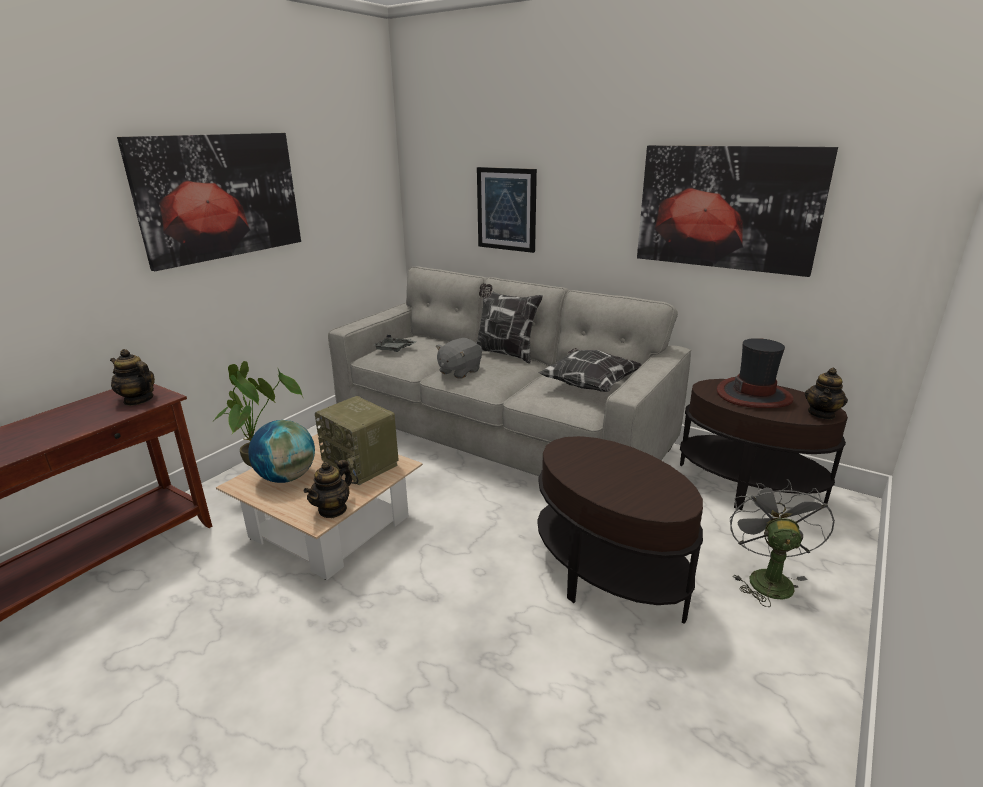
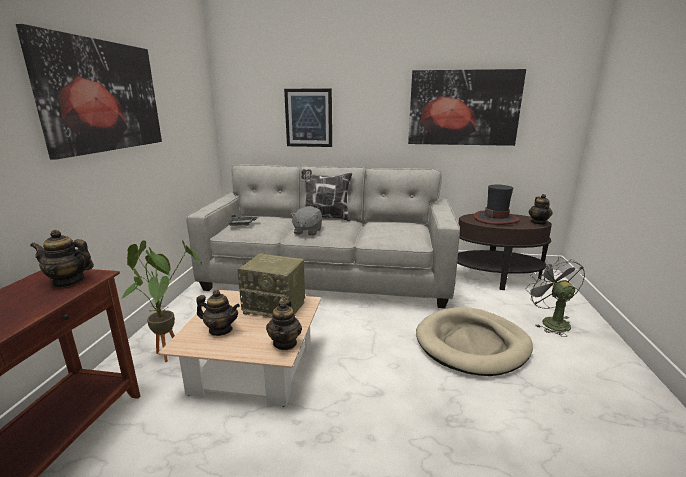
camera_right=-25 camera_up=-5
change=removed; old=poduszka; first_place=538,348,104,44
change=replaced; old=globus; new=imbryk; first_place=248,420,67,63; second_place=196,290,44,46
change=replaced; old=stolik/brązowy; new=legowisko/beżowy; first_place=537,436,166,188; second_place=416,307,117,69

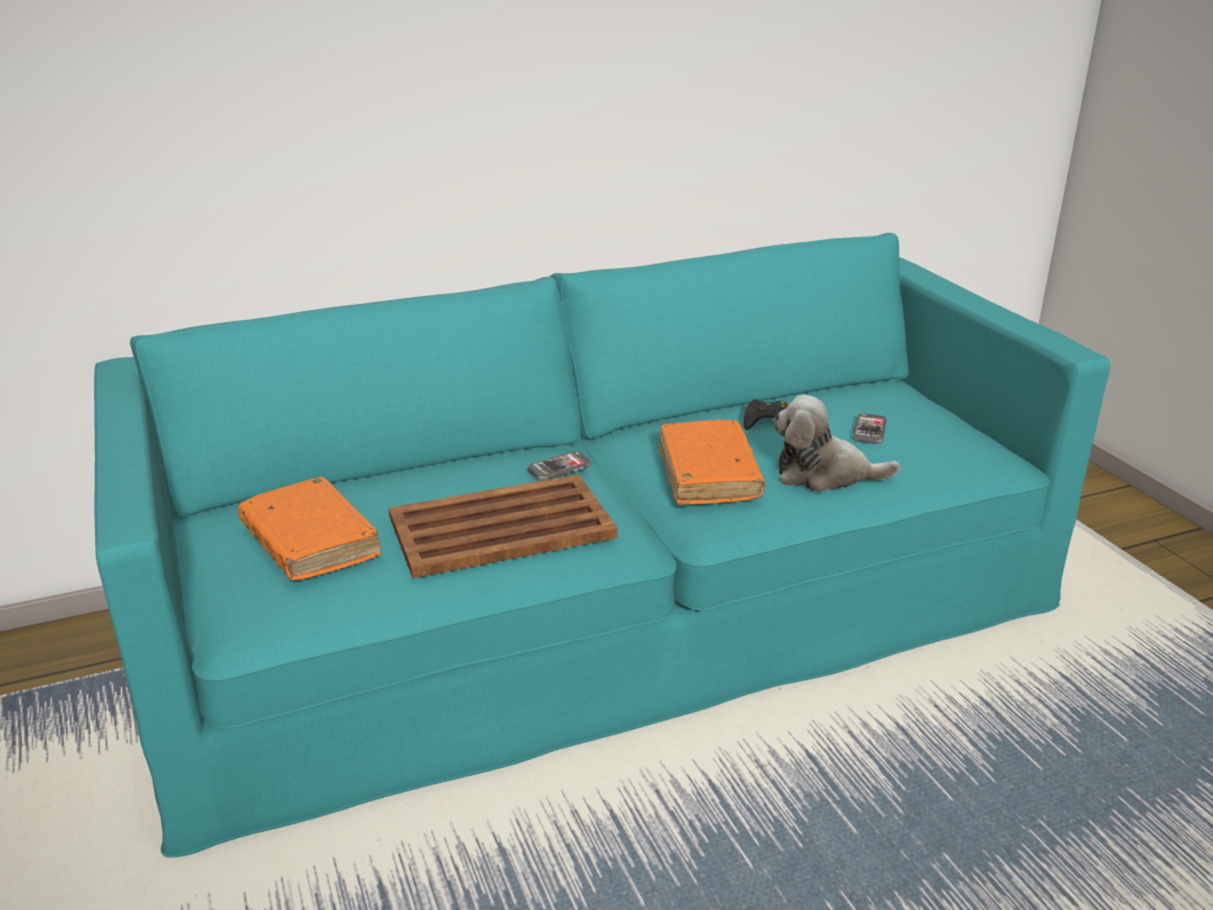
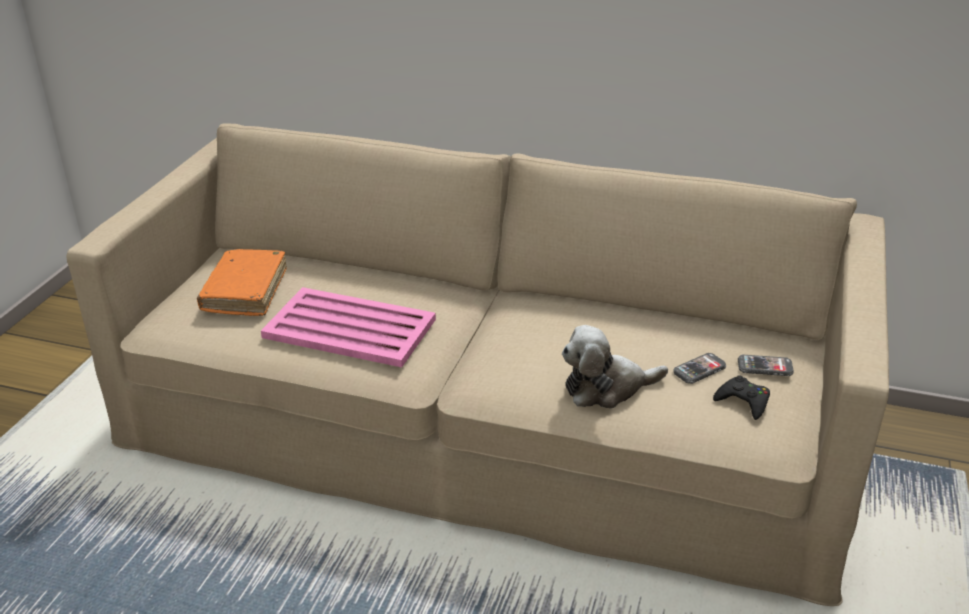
camera_right=40 camera_up=5
change=recoloured; old=kanapa/turkusowy; new=kanapa/beżowy; first_place=94,233,1016,624; second_place=67,123,822,483
change=turned; old=pluszak; first_place=773,395,127,97; second_place=562,325,106,84; degrees=-60
change=moved; old=pad do gier/czarny; first_place=743,399,46,31; second_place=713,375,57,45
change=removed; old=książka/pomarańczowy; first_place=659,420,106,85
change=moved; old=telefon; first_place=528,451,63,30; second_place=738,355,56,21
change=recoloured; old=taca/brązowy; new=taca/różowy; first_place=389,474,229,104; second_place=261,287,175,80

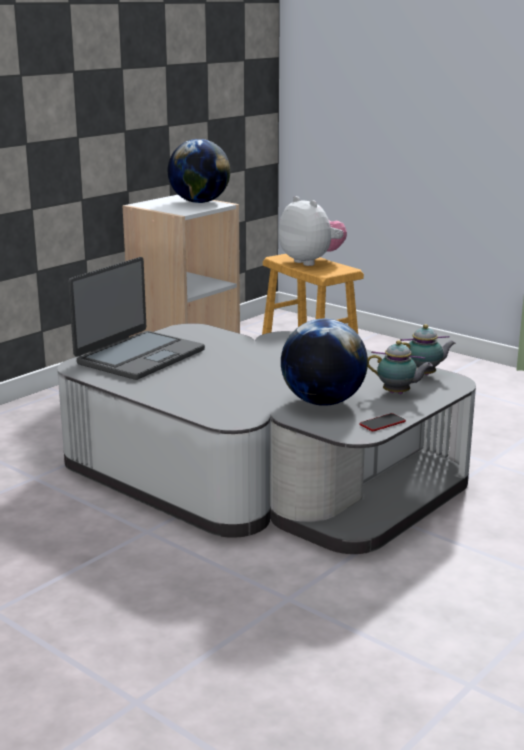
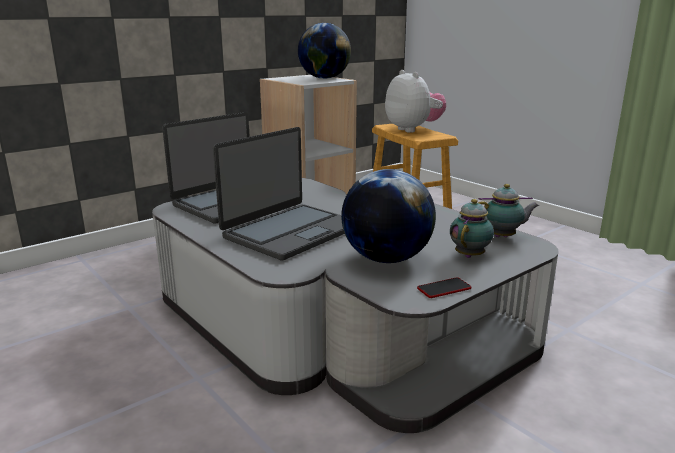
camera_right=10 camera_up=0
change=turned; old=imbryk; first_place=368,340,65,54; second_place=450,199,44,59; degrees=-90
change=added; new=laptop; second_place=213,127,132,134

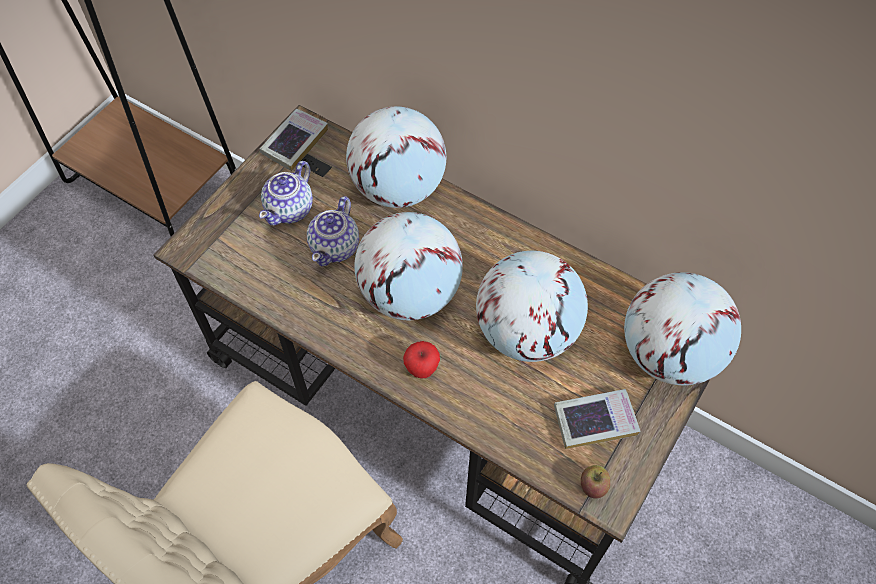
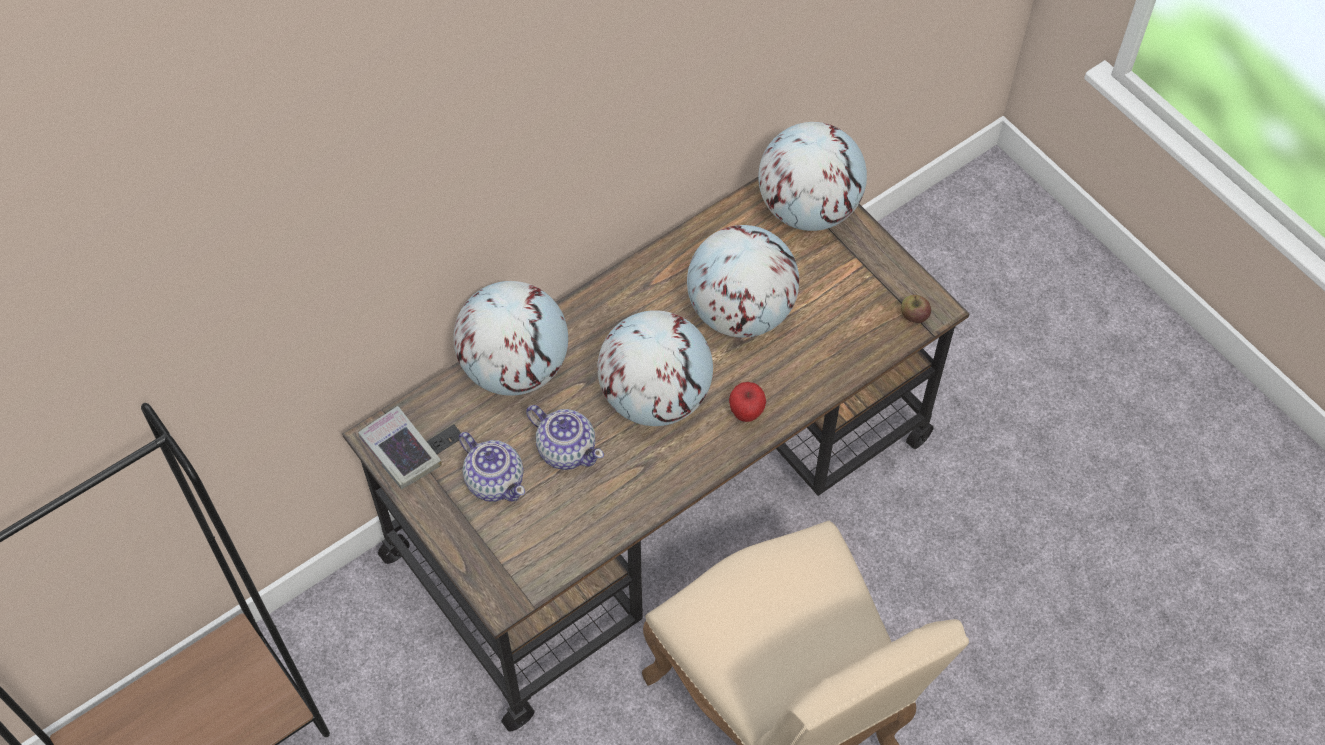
camera_right=-70 camera_up=0
change=removed; old=książka; first_place=554,389,86,60

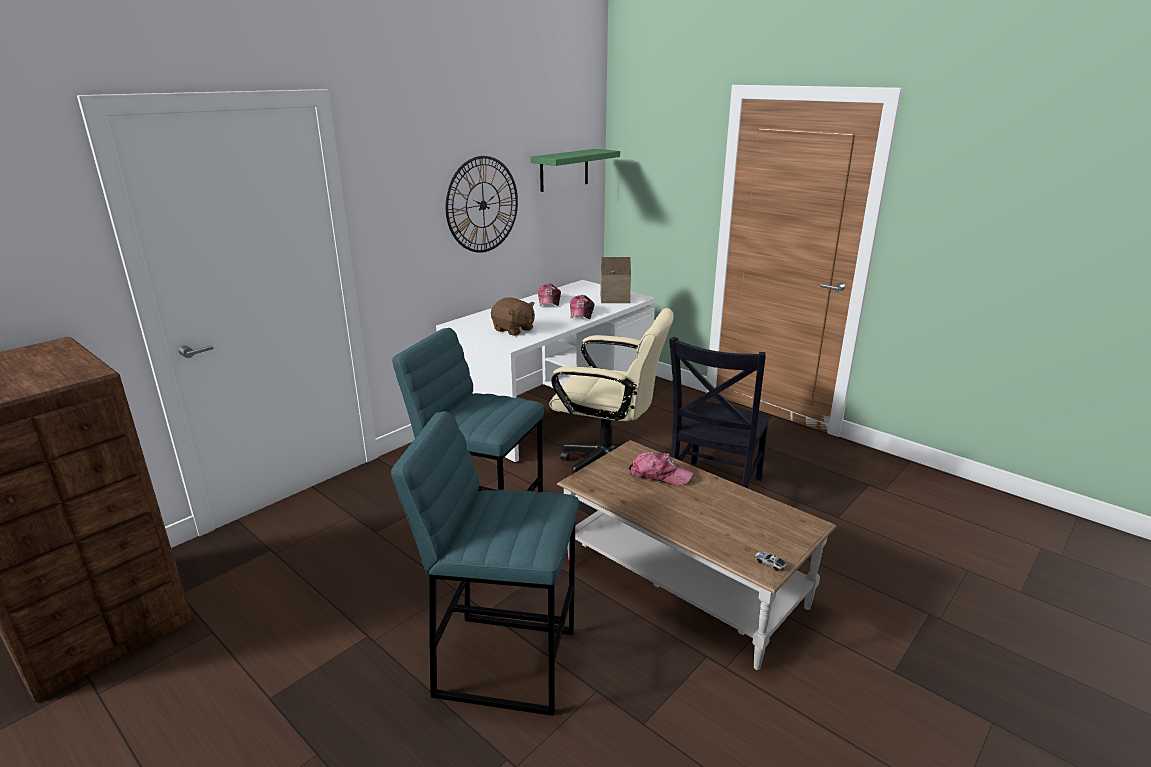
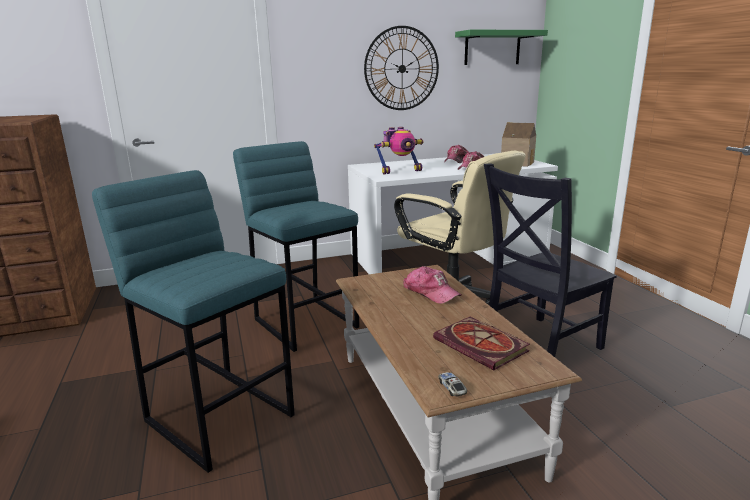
camera_right=30 camera_up=-5
change=replaced; old=pluszak/brązowy; new=robot zabawkowy; first_place=491,297,44,39; second_place=374,127,50,47
change=added; new=książka; second_place=433,317,97,53

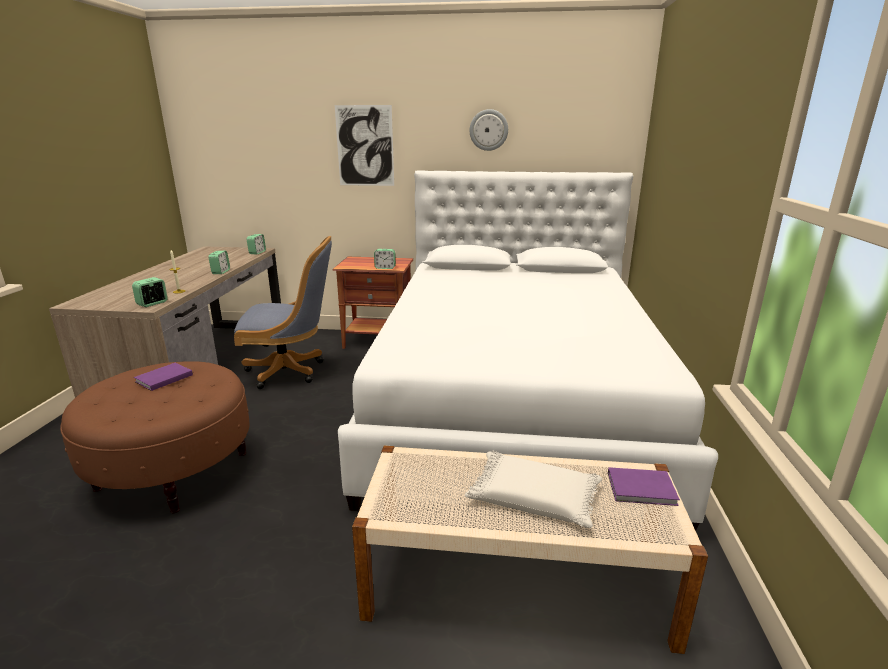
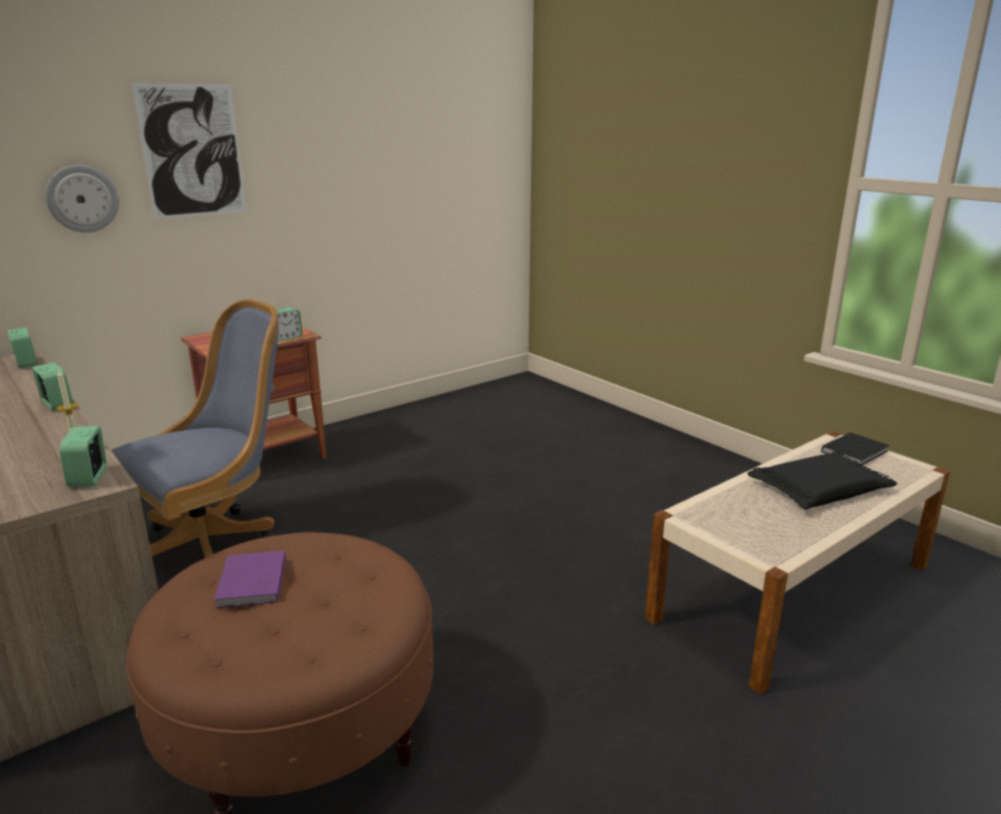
camera_right=-45 camera_up=0
change=moved; old=zegar ścienny; first_place=470,109,38,42; second_place=45,165,74,68
change=removed; old=łóżko/biały; first_place=338,171,380,360
change=recoloured; old=poduszka/biały; new=poduszka/czarny; first_place=464,450,138,78; second_place=747,451,150,58
change=recoloured; old=książka/fioletowy; new=książka/czarny; first_place=608,467,72,39; second_place=821,432,68,33

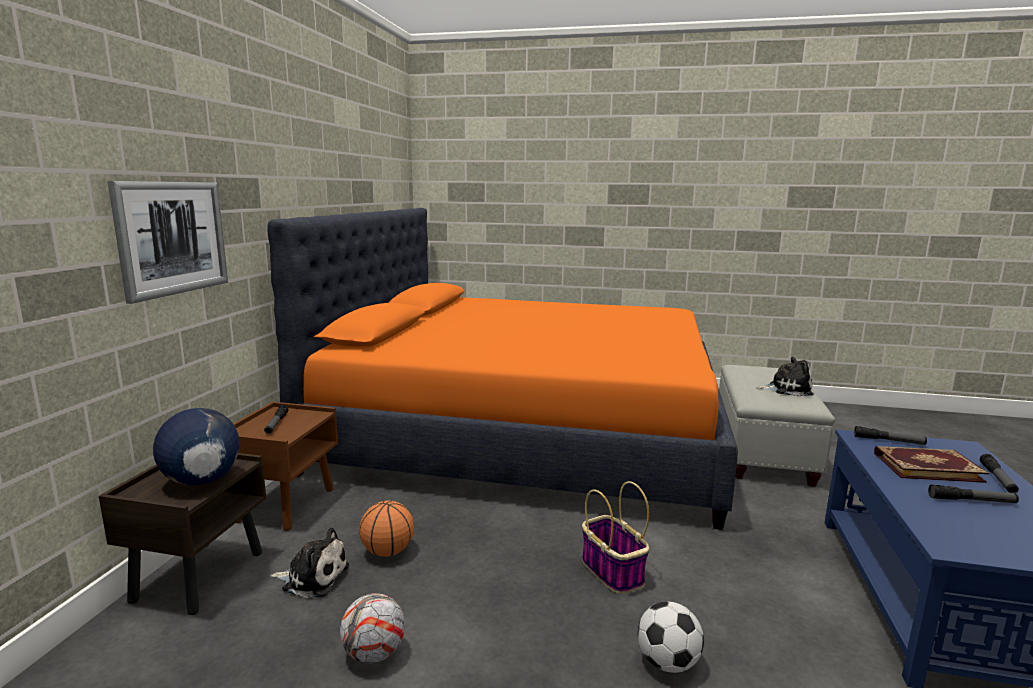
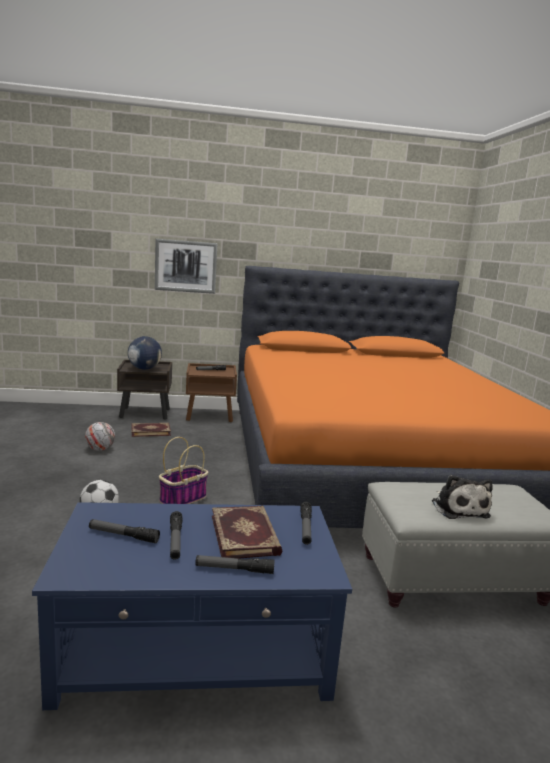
camera_right=70 camera_up=0
change=removed; old=piłka do koszykówki; first_place=360,500,54,57
change=replaced; old=pluszak; new=książka; first_place=270,528,79,70; second_place=131,423,40,14
change=added; new=latarka; second_place=89,519,71,24

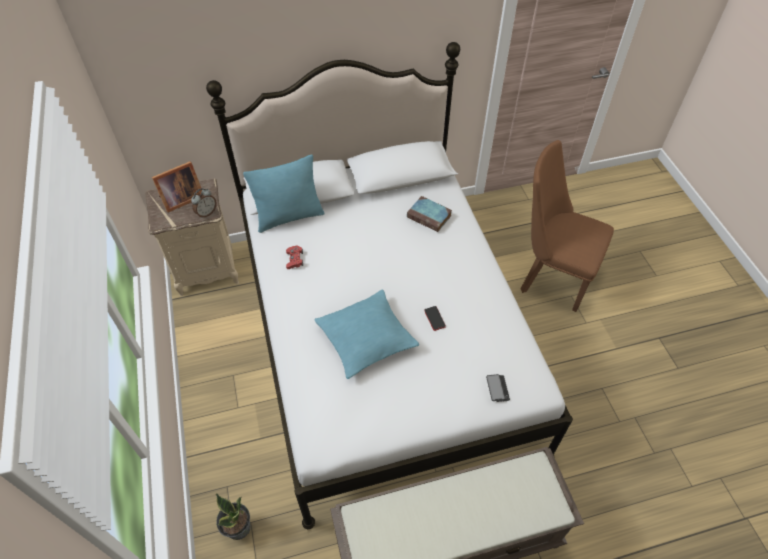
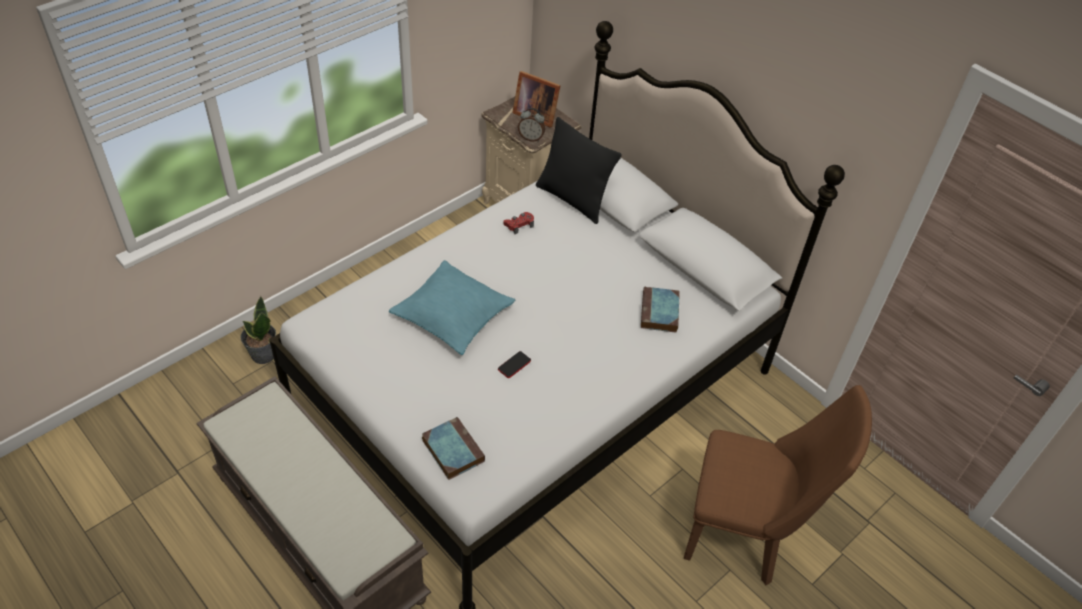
camera_right=60 camera_up=-5
change=turned; old=krzesło/brązowy; first_place=521,140,93,172; second_place=684,385,188,200; degrees=105
change=recoloured; old=poduszka/turkusowy; new=poduszka/czarny; first_place=243,155,82,78; second_place=536,117,86,107
change=replaced; old=telefon; new=książka; first_place=486,374,24,28; second_place=422,417,63,63

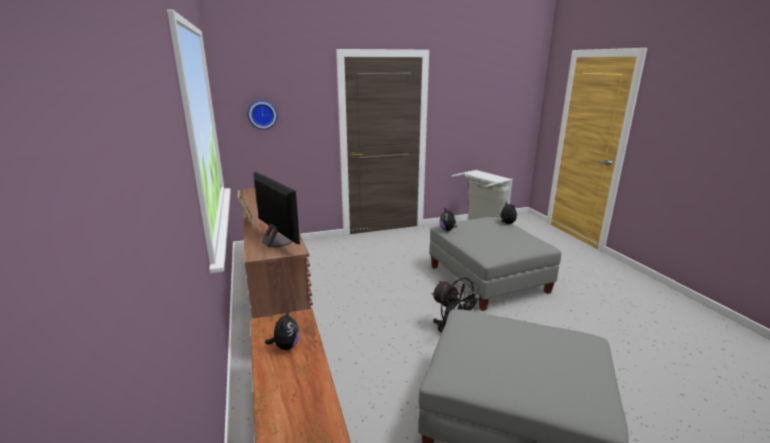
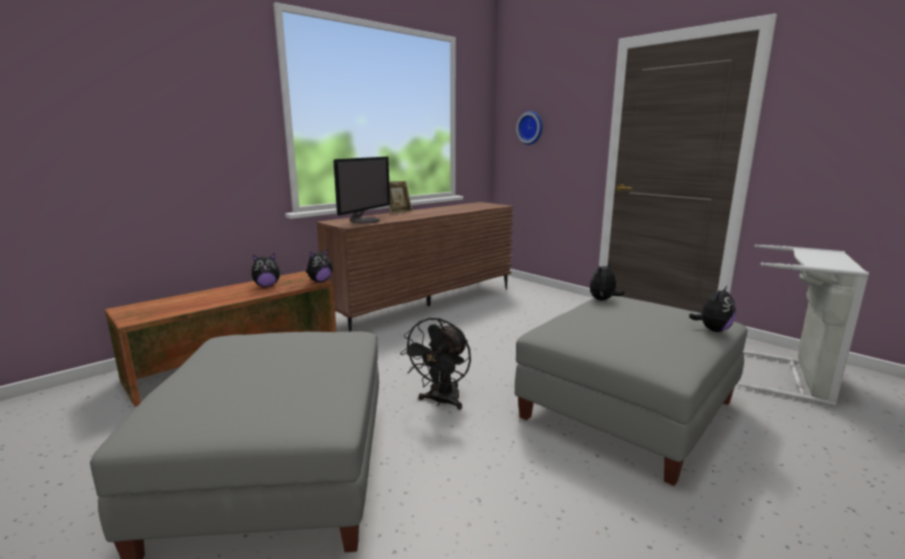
camera_right=65 camera_up=-5
change=added; new=pluszak; second_place=306,250,27,32

